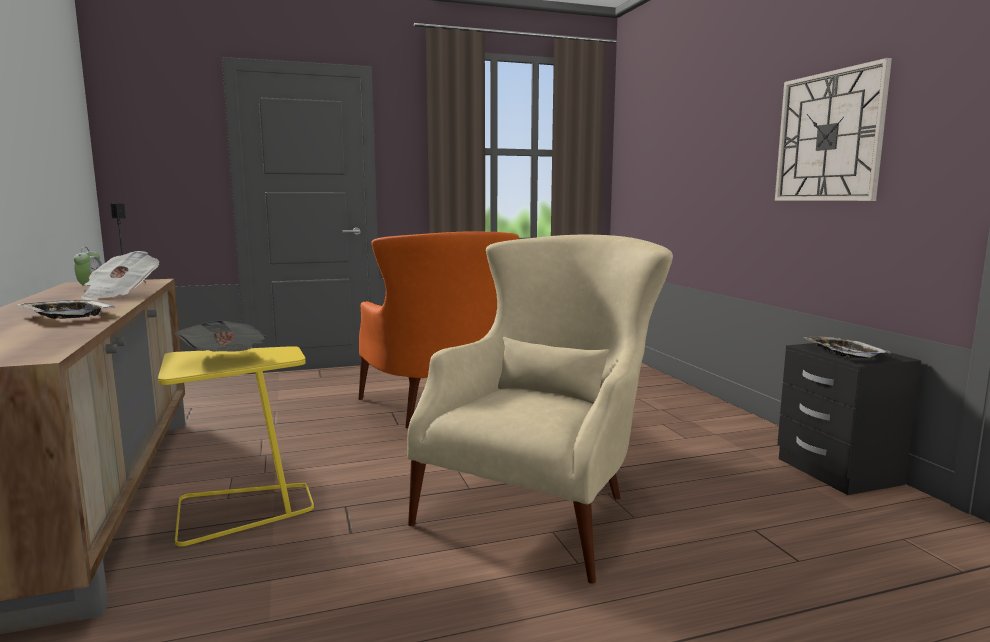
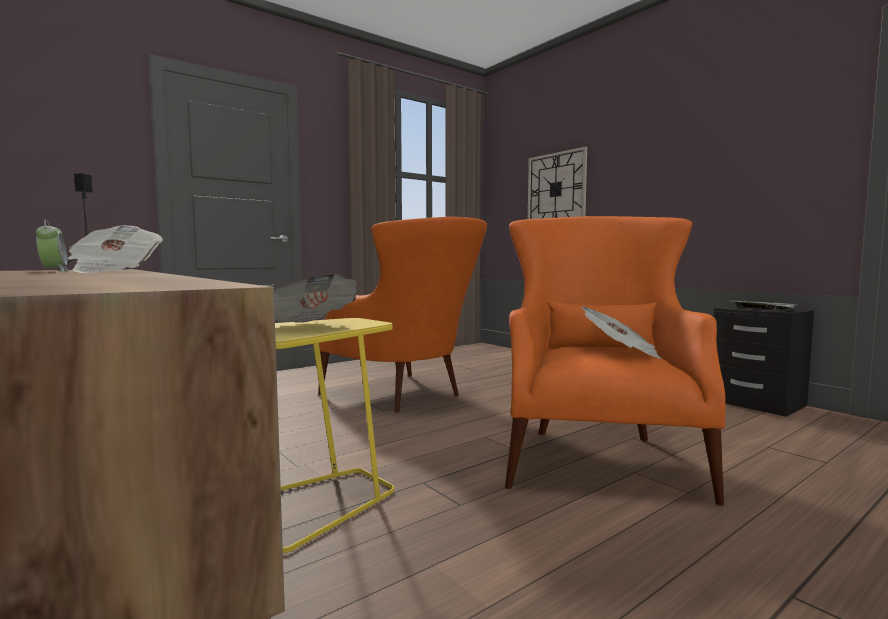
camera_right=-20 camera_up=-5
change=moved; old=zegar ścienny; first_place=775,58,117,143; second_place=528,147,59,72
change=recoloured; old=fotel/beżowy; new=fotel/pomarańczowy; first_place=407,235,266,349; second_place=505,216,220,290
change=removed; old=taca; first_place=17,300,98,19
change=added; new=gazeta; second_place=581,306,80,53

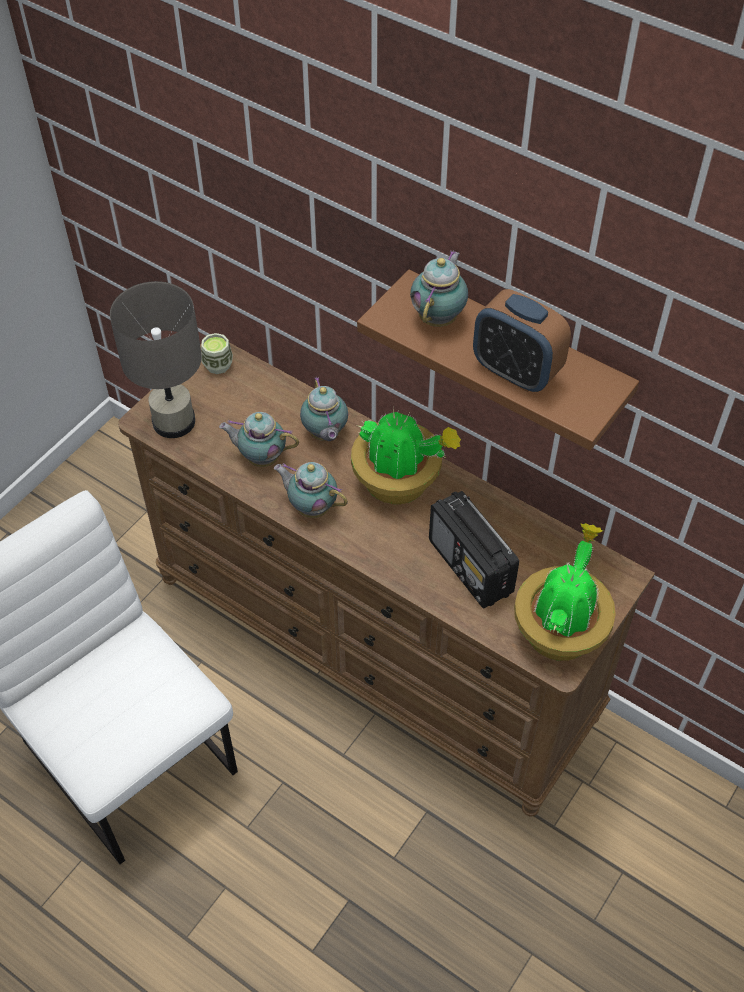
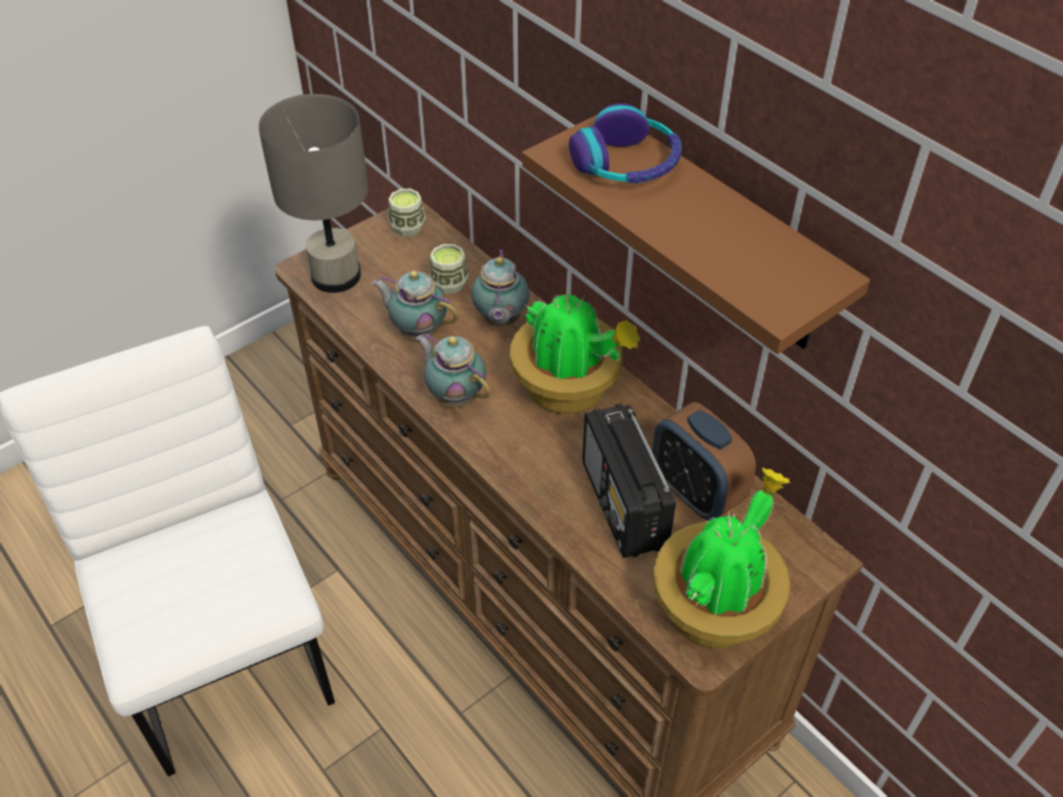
camera_right=15 camera_up=-5
change=replaced; old=imbryk; new=słuchawki; first_place=410,250,58,77; second_place=569,103,113,80
change=moved; old=budzik; first_place=473,289,98,103; second_place=652,402,104,119
change=added; new=filiżanka; second_place=429,244,40,50

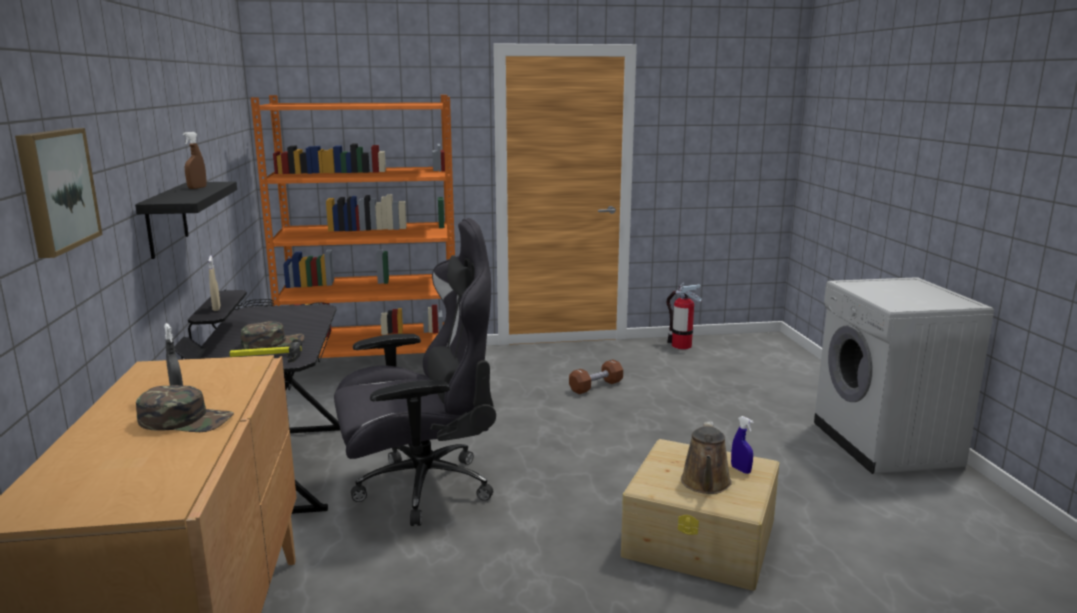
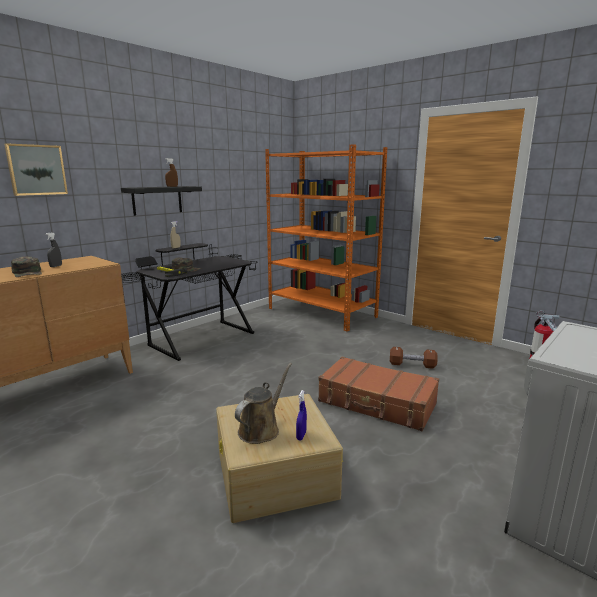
camera_right=50 camera_up=0
change=removed; old=krzesło biurowe/czarny; first_place=334,218,162,308
change=turned; old=konewka/brązowy; first_place=681,421,51,73; second_place=235,363,57,81; degrees=150
change=added; new=walizka/brązowy; second_place=318,357,121,74

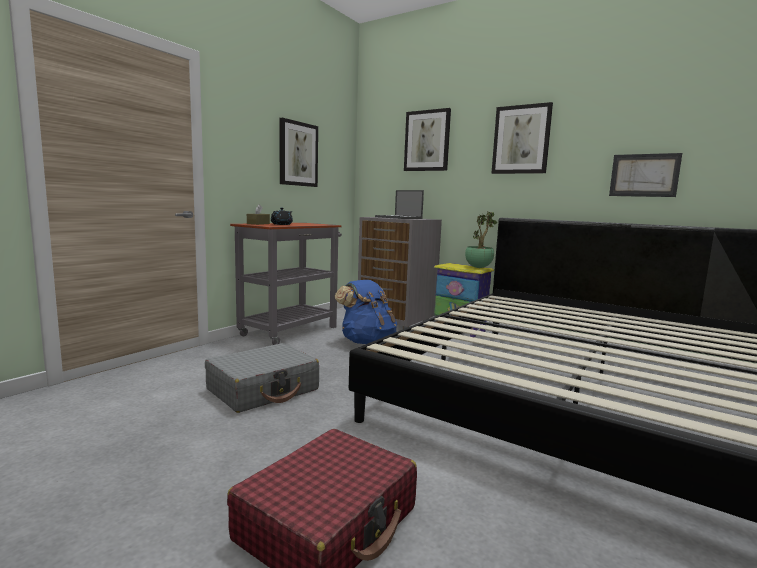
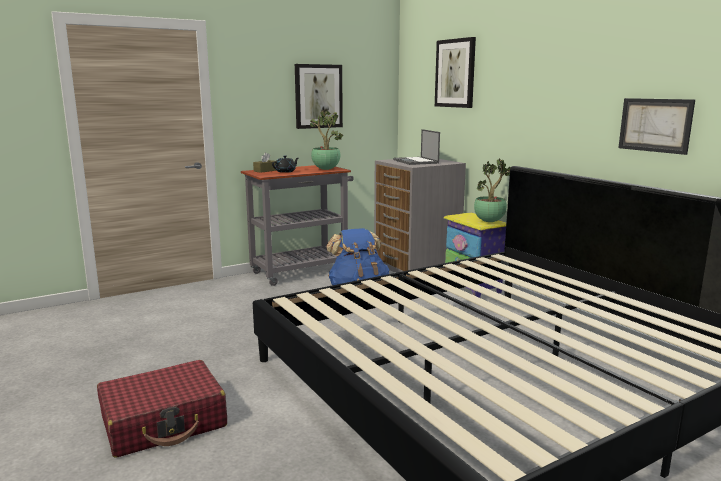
camera_right=25 camera_up=5
change=removed; old=obraz; first_place=491,102,62,72
change=removed; old=walizka/szary; first_place=205,343,114,70
change=added; new=roślina doniczkowa; second_place=310,111,33,59

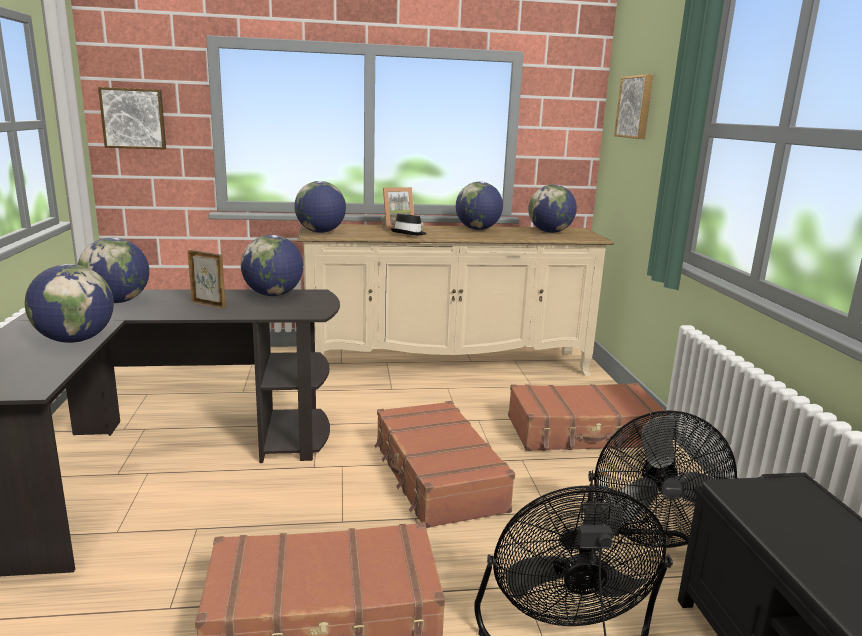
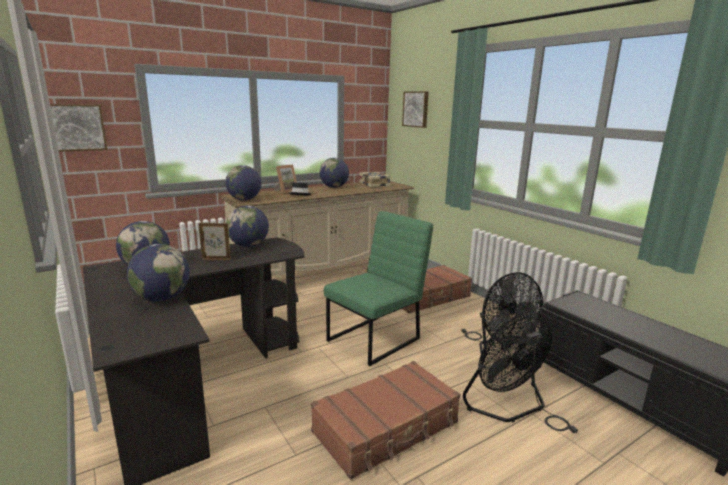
camera_right=-25 camera_up=0
change=replaced; old=globus; new=książka; first_place=528,185,49,48; second_place=359,172,32,15
change=replaced; old=walizka/brązowy; new=krzesło/zielony; first_place=374,401,141,127; second_place=324,211,109,155

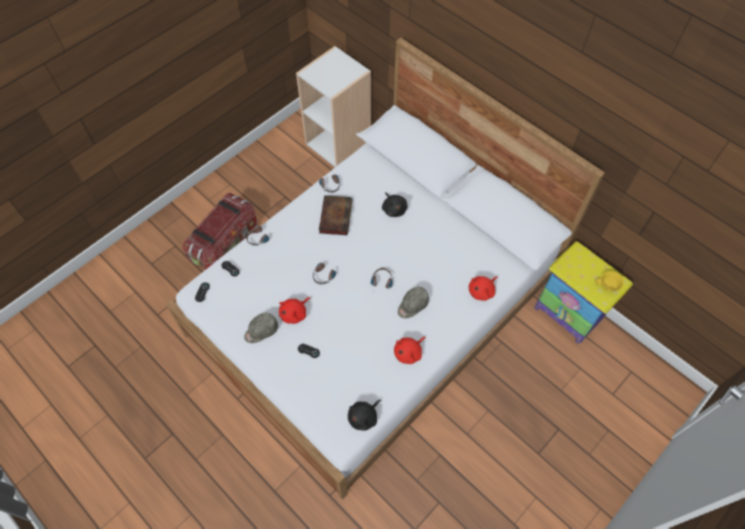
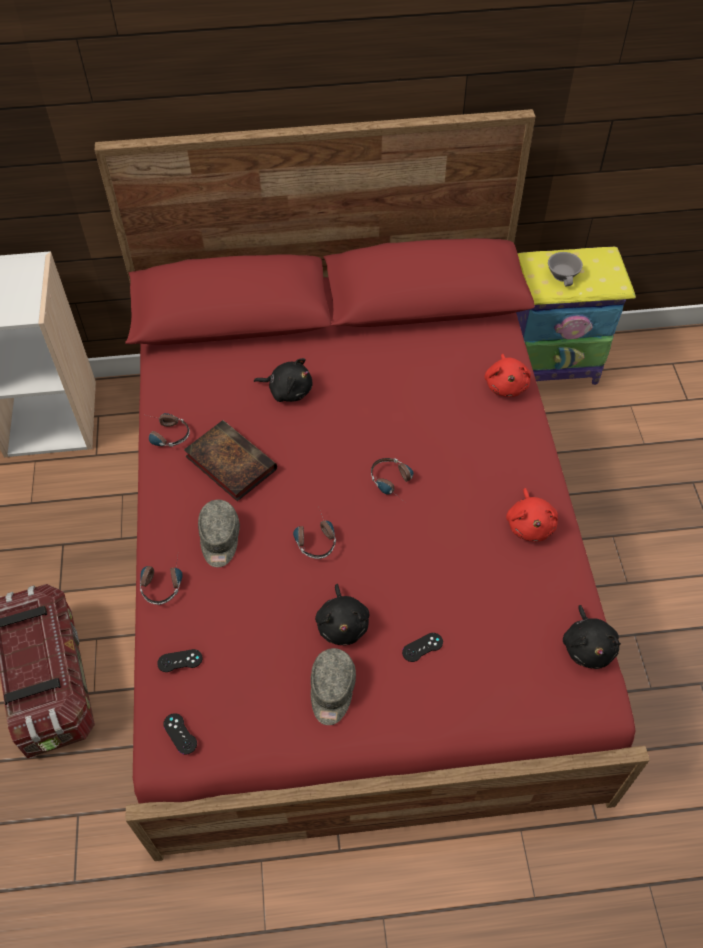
camera_right=-50 camera_up=-5
change=recoloured; old=łóżko/biały; new=łóżko/czerwony; first_place=166,38,439,462; second_place=95,109,555,752
change=removed; old=filiżanka/żółty; first_place=596,271,28,20
change=moved; old=czapka z daszkiem/szary; first_place=398,287,31,31; second_place=198,499,42,68
change=recoloured; old=pluszak/czerwony; new=pluszak/czarny; first_place=279,297,31,27; second_place=315,584,55,62
change=added; new=filiżanka/szary; second_place=548,252,35,35

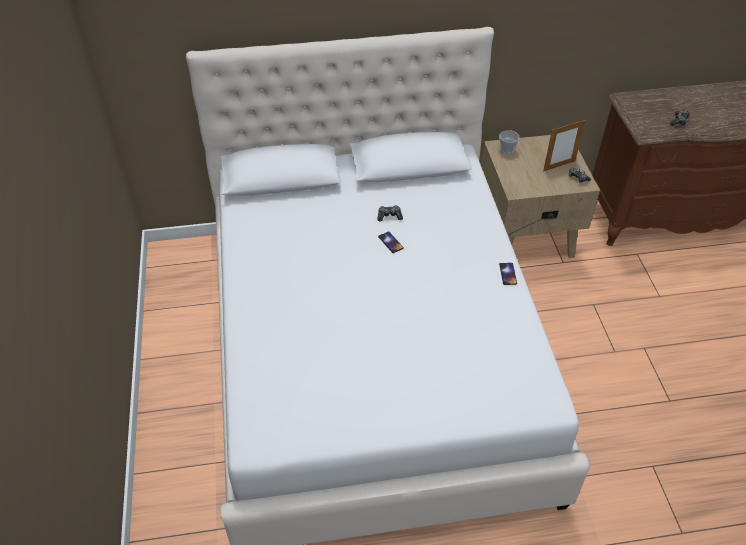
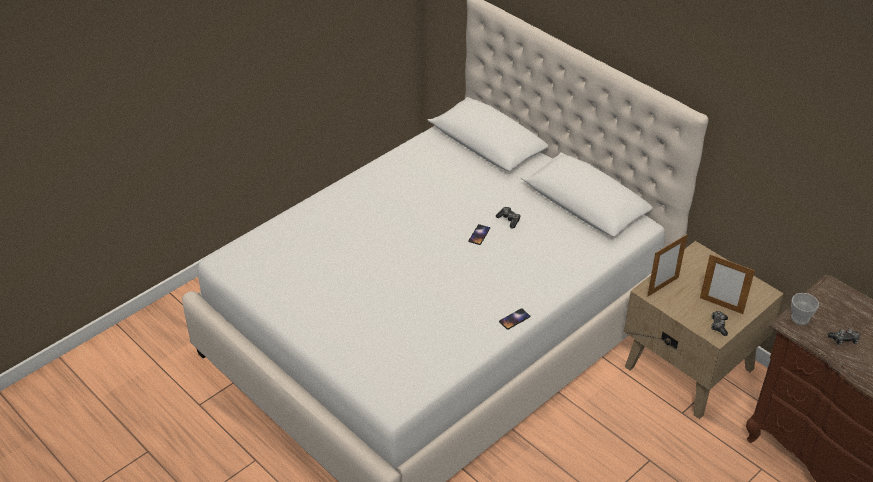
camera_right=55 camera_up=-5
change=moved; old=filiżanka; first_place=499,130,21,25; second_place=791,293,28,32
change=added; new=ramka na zdjęcie; second_place=647,234,41,63

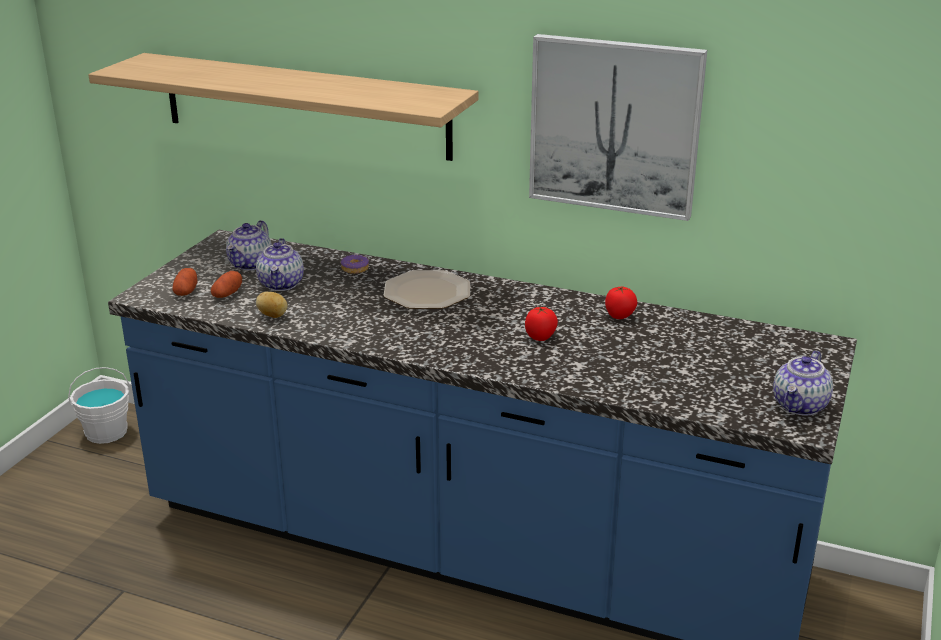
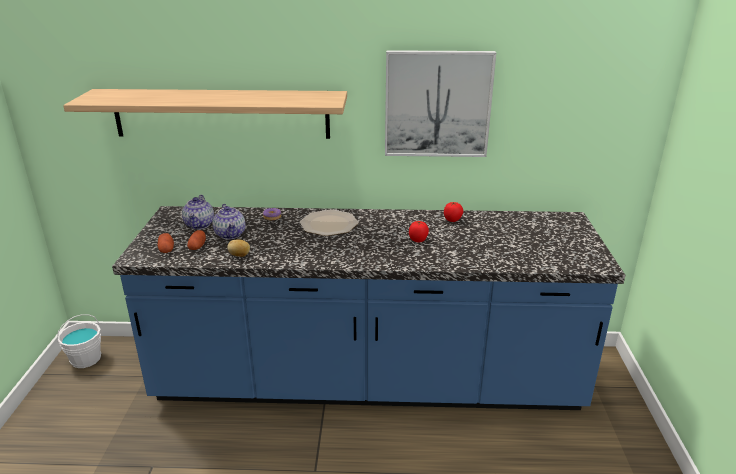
camera_right=-20 camera_up=0
change=removed; old=imbryk; first_place=773,350,60,66

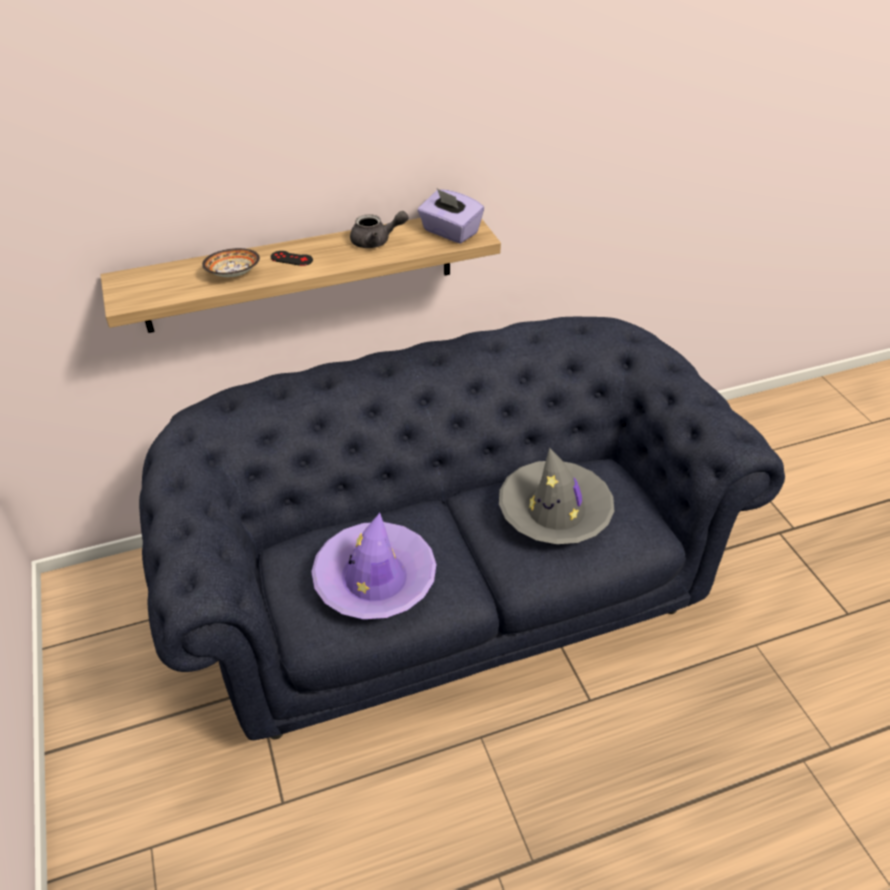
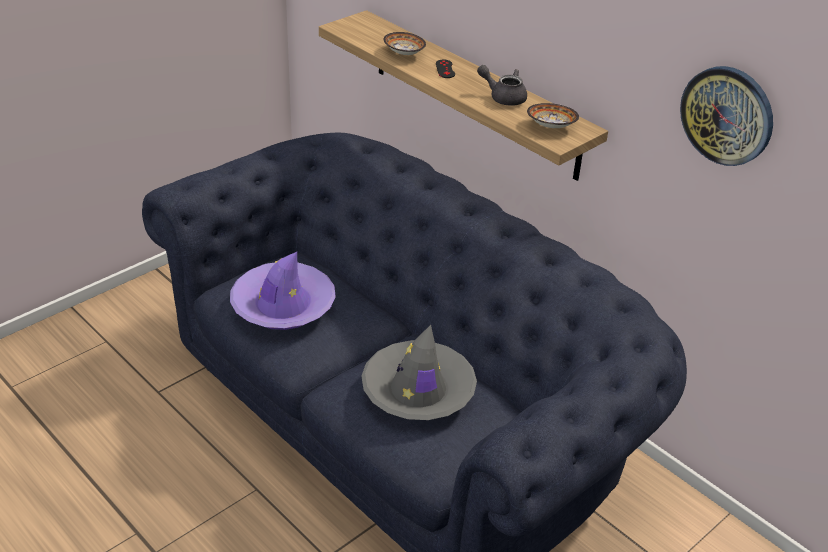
camera_right=65 camera_up=-5
change=replaced; old=pudełko chusteczek/fioletowy; new=miska; first_place=418,189,66,55; second_place=527,103,52,25
change=turned; old=imbryk/szary; first_place=350,211,58,37; second_place=477,65,50,41; degrees=150
change=added; new=zegar ścienny; second_place=680,66,93,100

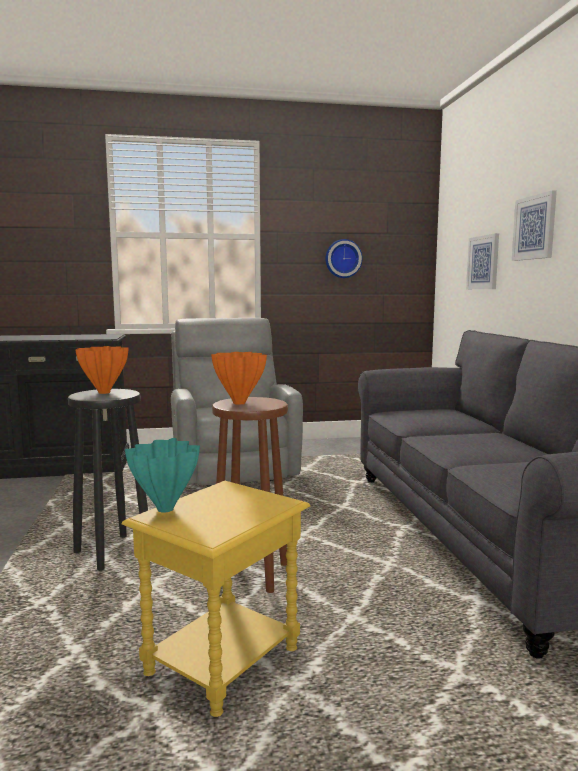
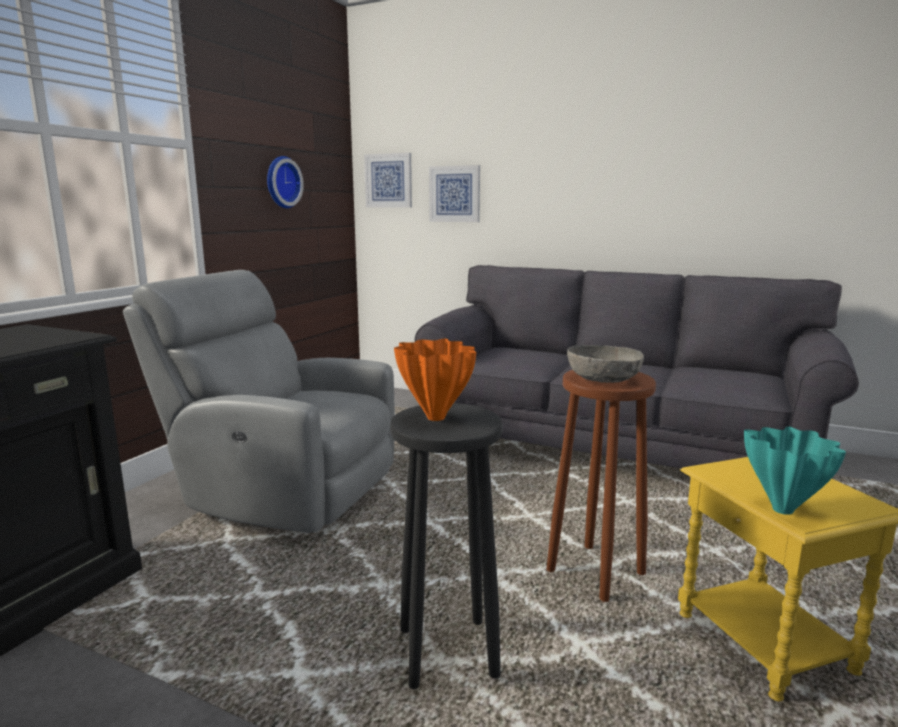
camera_right=-55 camera_up=5
change=moved; old=obraz; first_place=512,190,45,71; second_place=364,153,48,55
change=replaced; old=wazon/pomarańczowy; new=miska/szary; first_place=211,352,56,53; second_place=567,345,77,38

